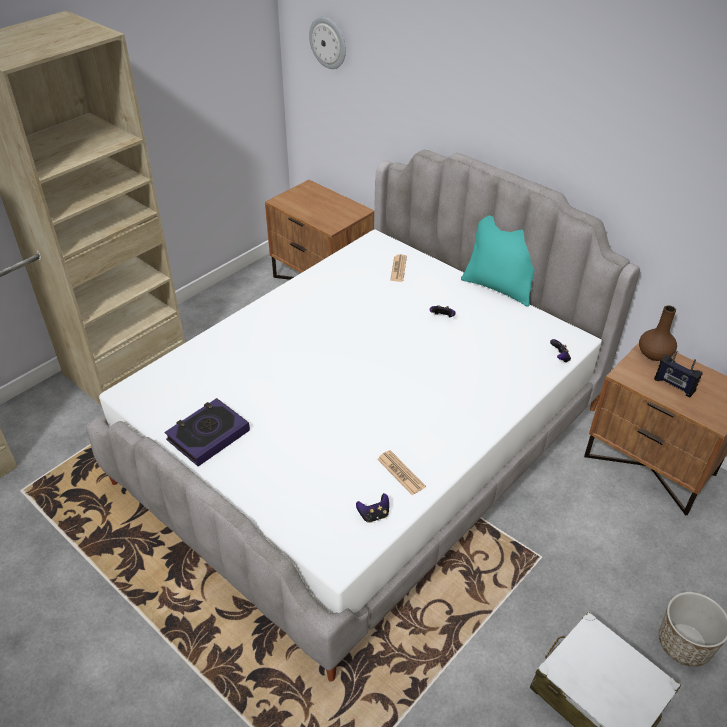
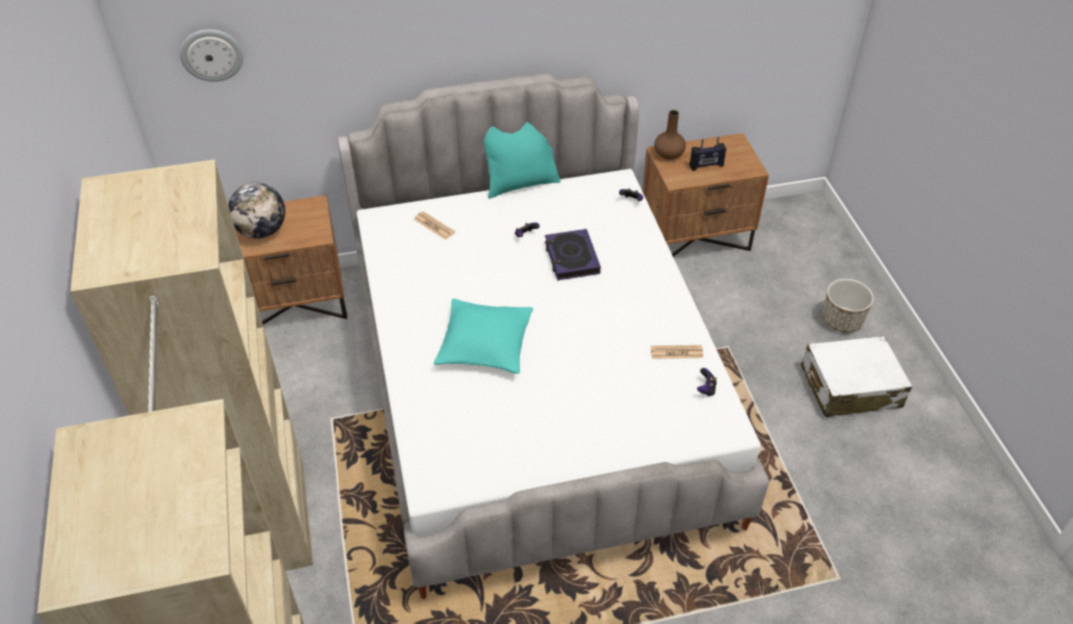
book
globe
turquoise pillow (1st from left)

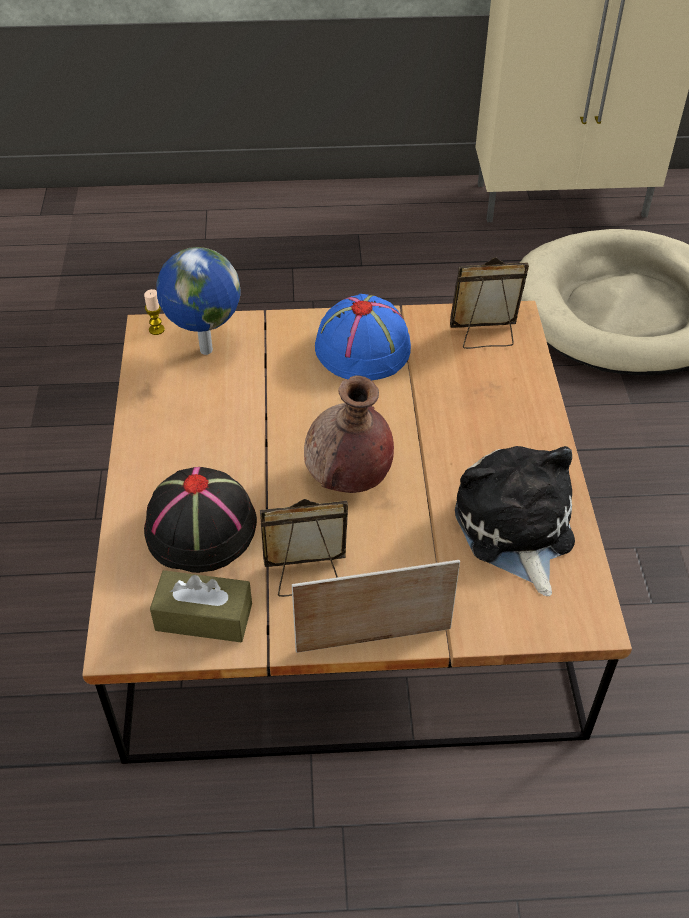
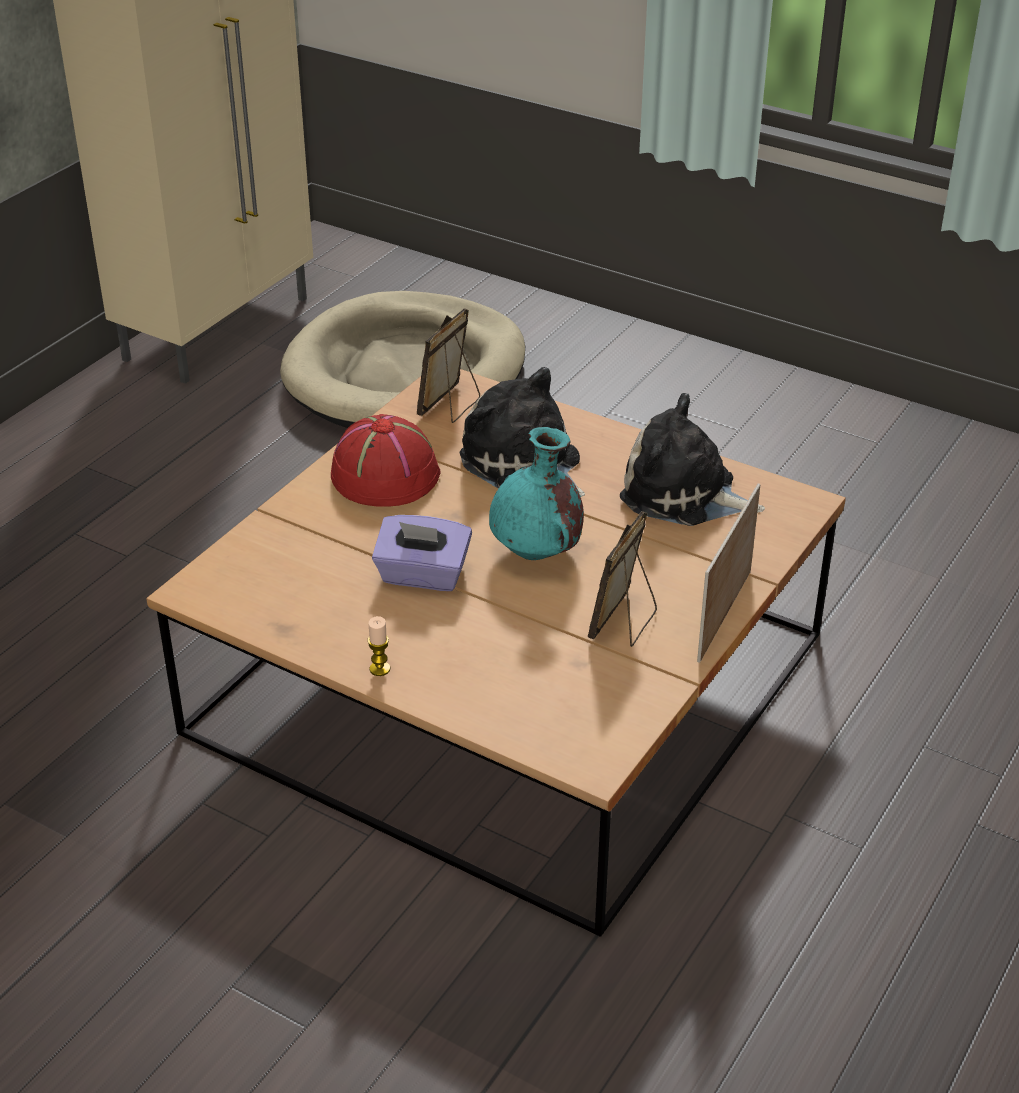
globe
candle
red hat
turquoise vase
black hat
brown tissue box
plush toy (1st from left)
purple tissue box

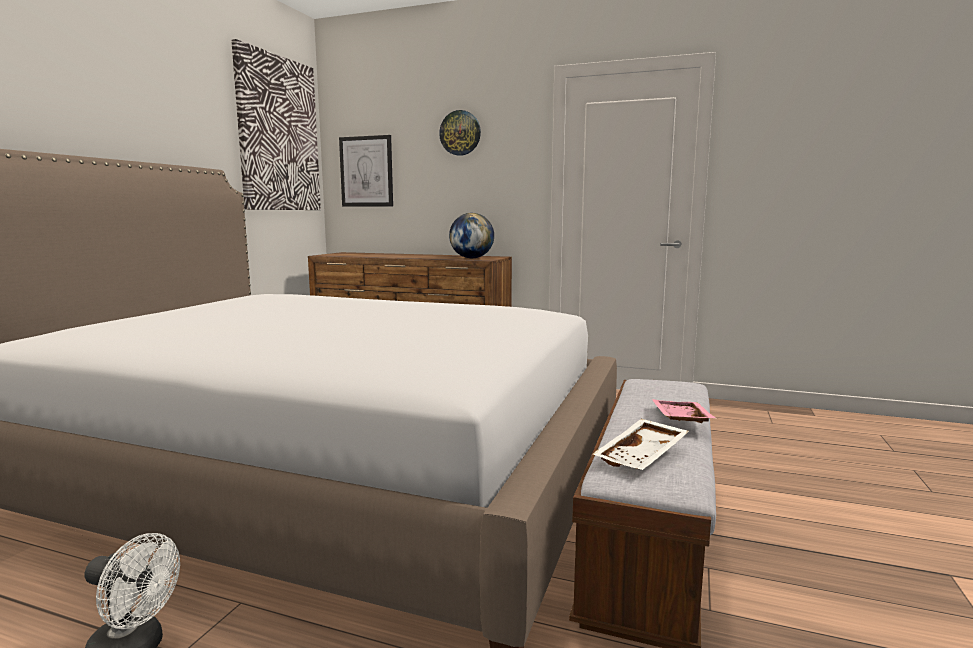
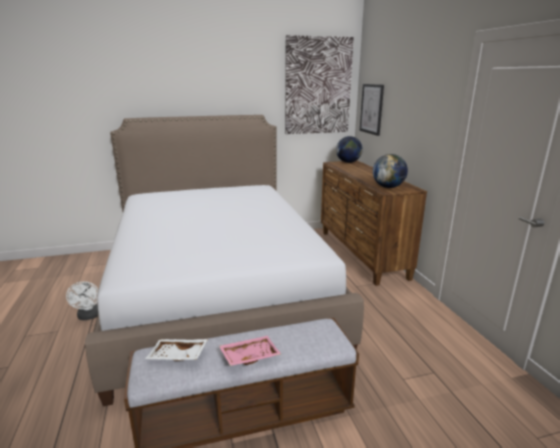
wall clock
globe (1st from left)

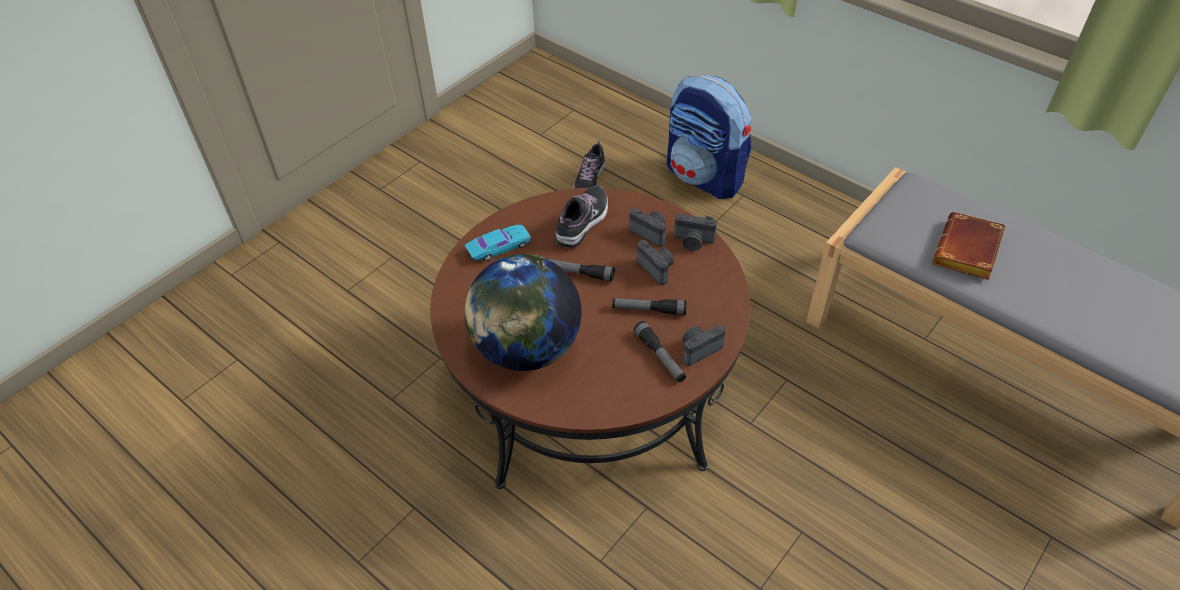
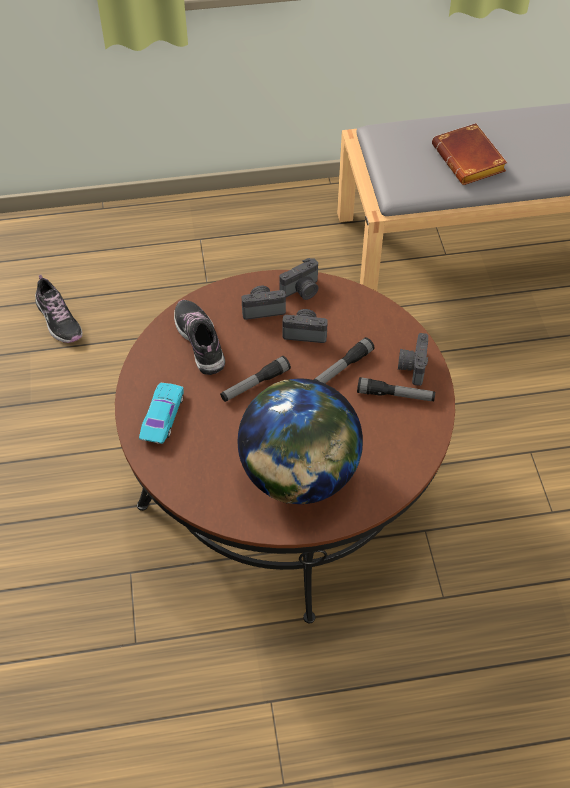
backpack

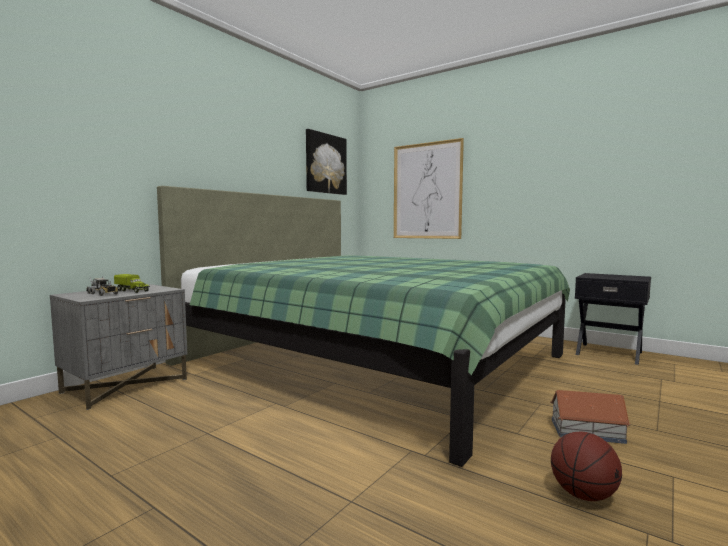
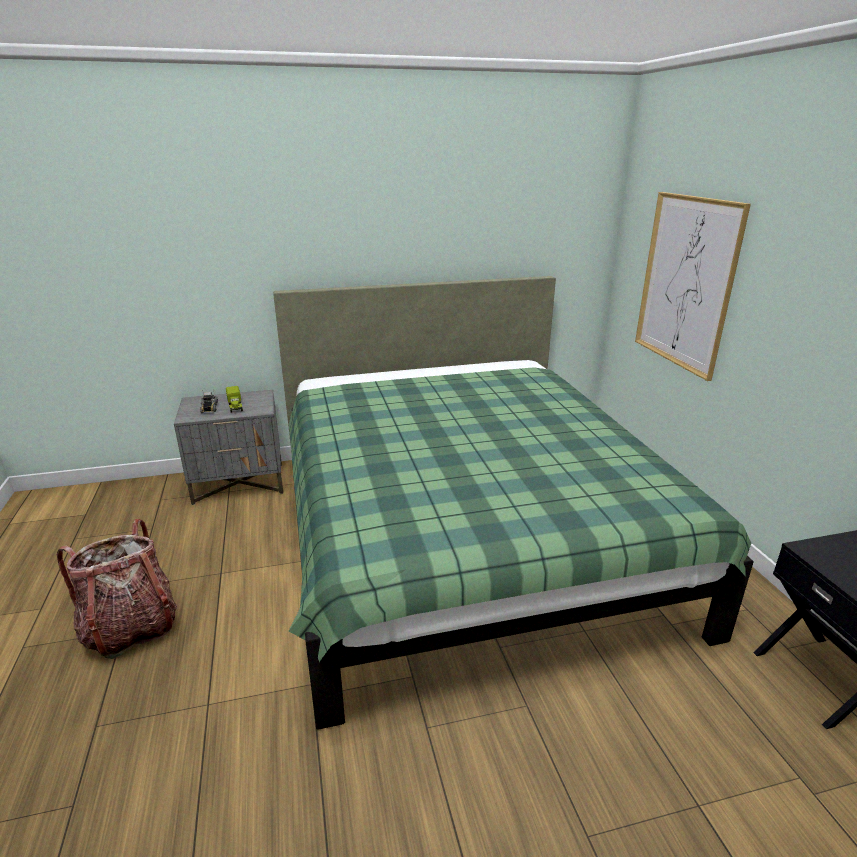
picture (1st from left in the first image)
toy house
basketball
backpack

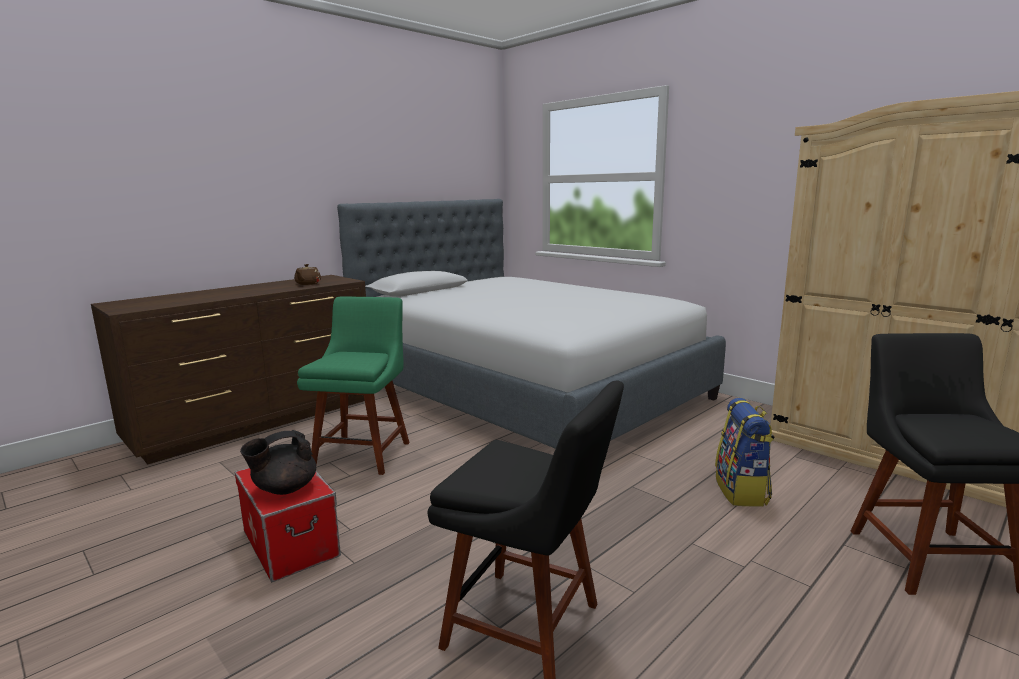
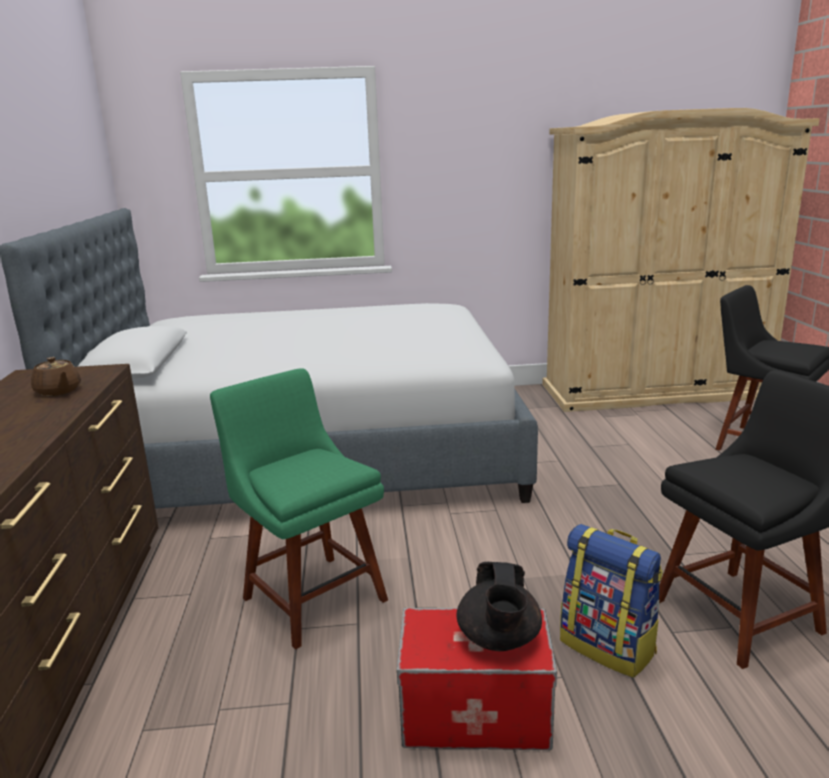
backpack

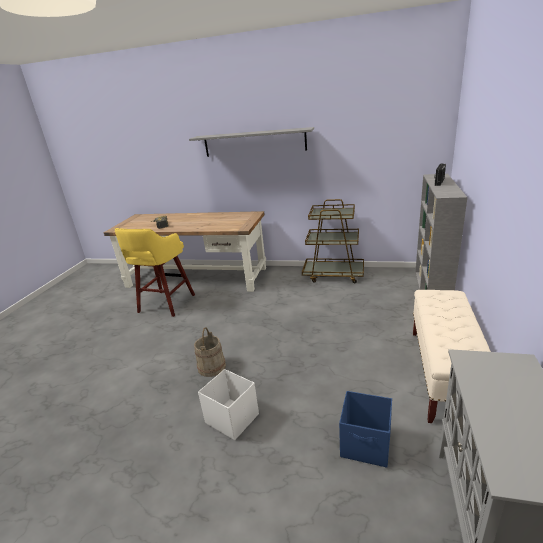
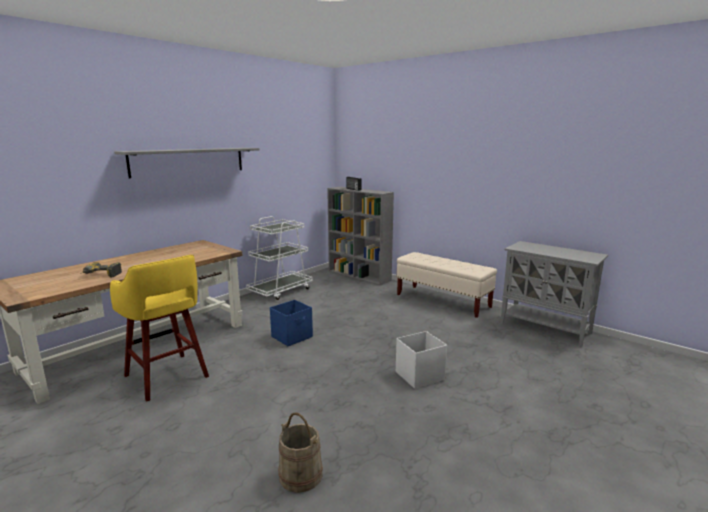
white cart
beige bucket
blue storage box

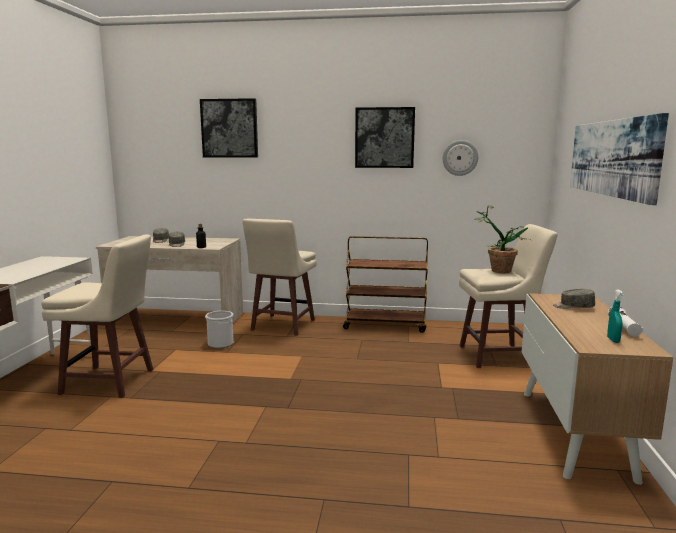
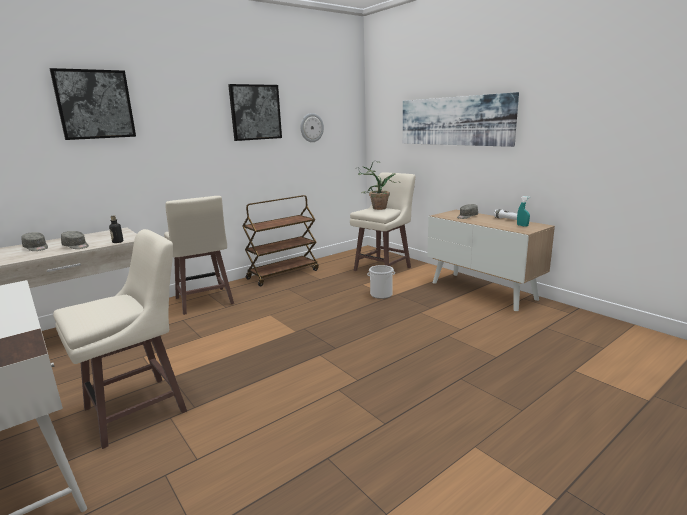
bucket

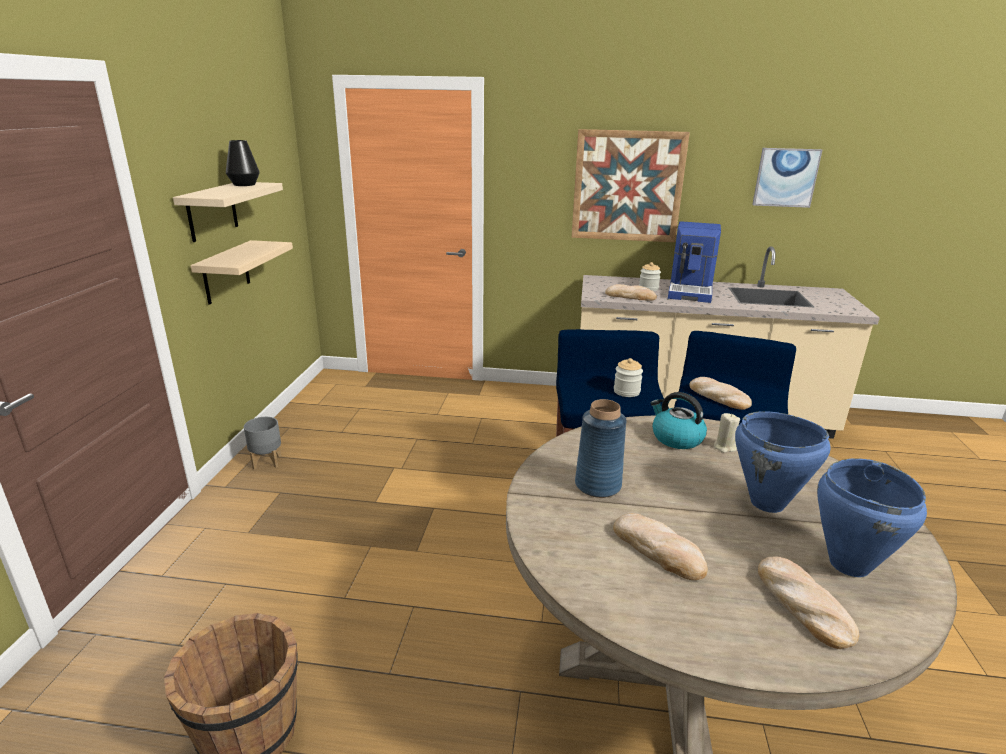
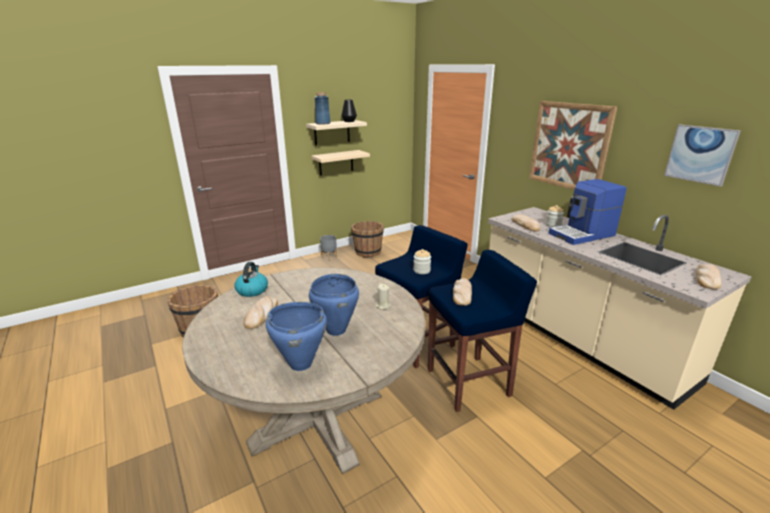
kettle
blue vase
bread (4th from left)
brown bucket (2nd from left)

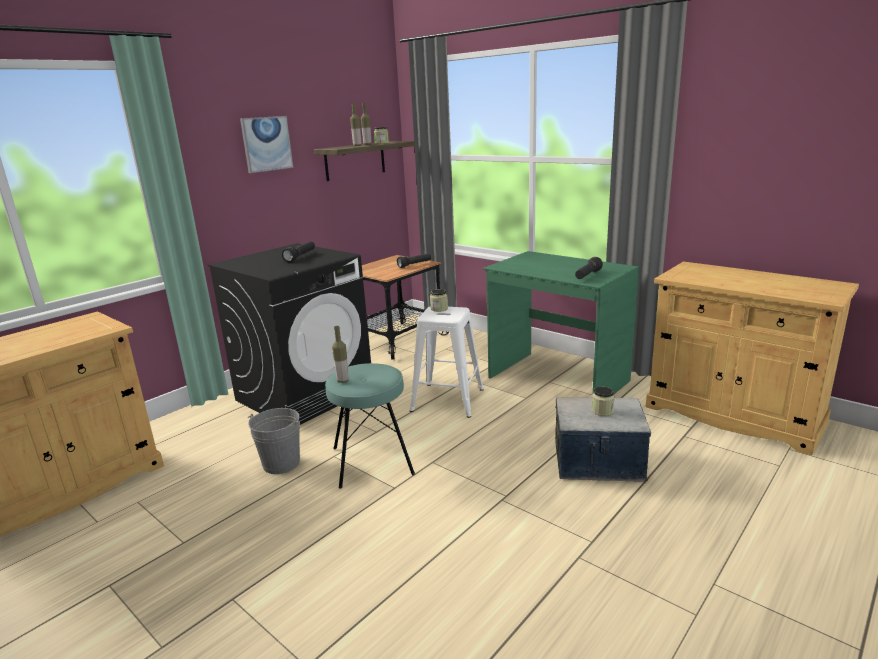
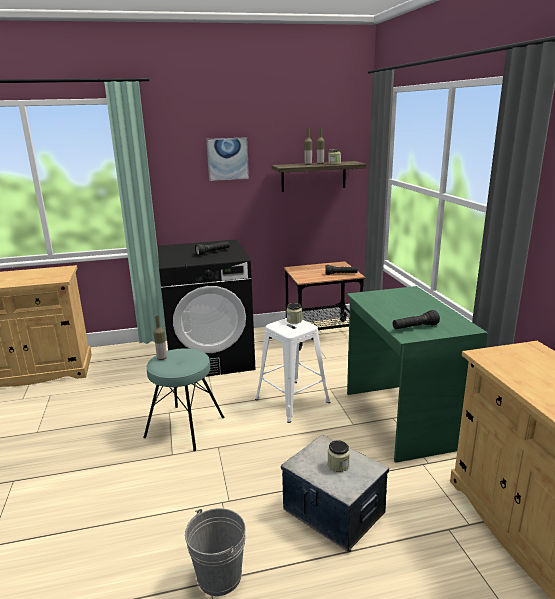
grey bucket

